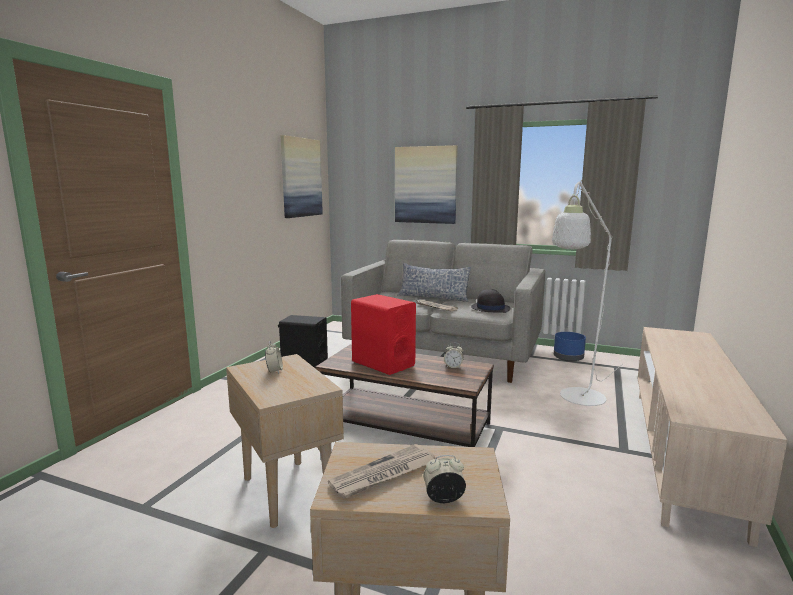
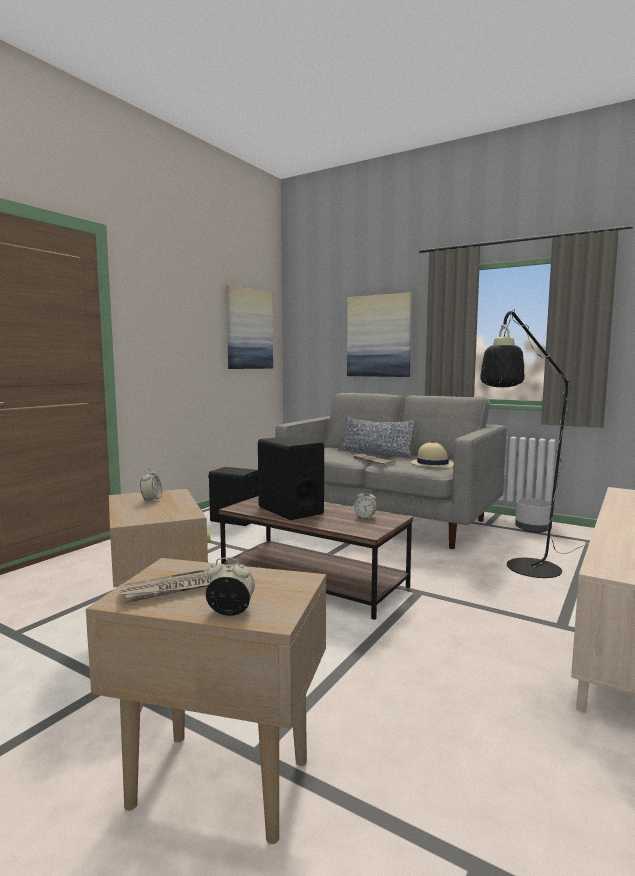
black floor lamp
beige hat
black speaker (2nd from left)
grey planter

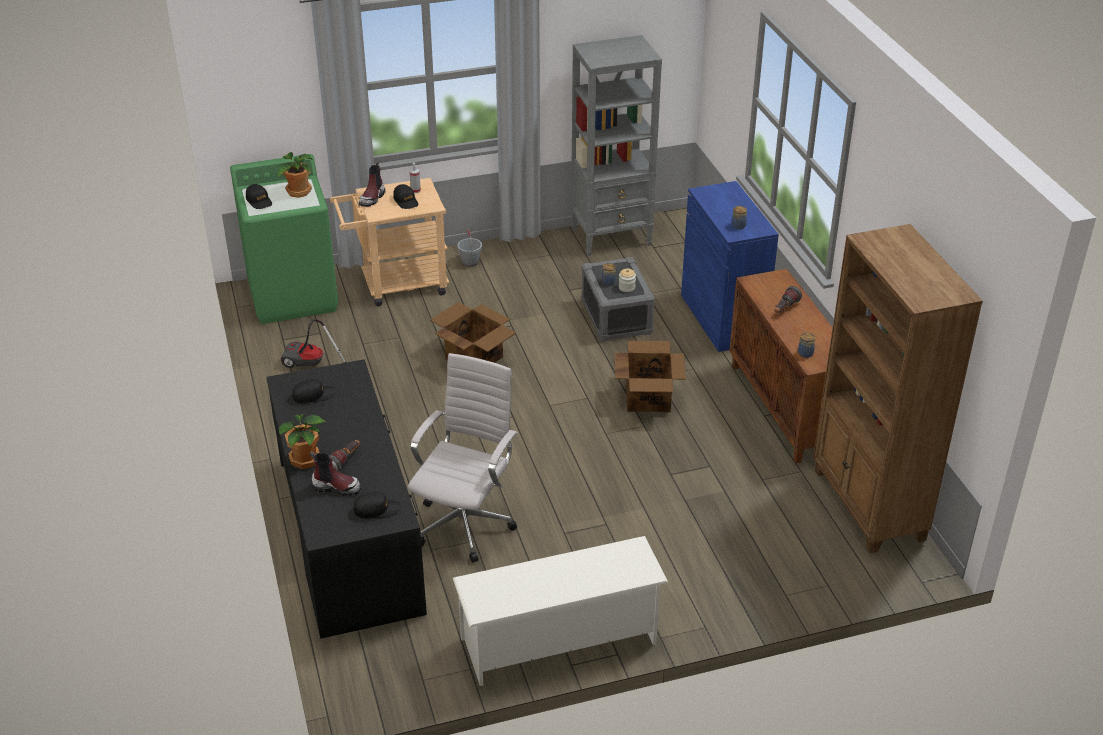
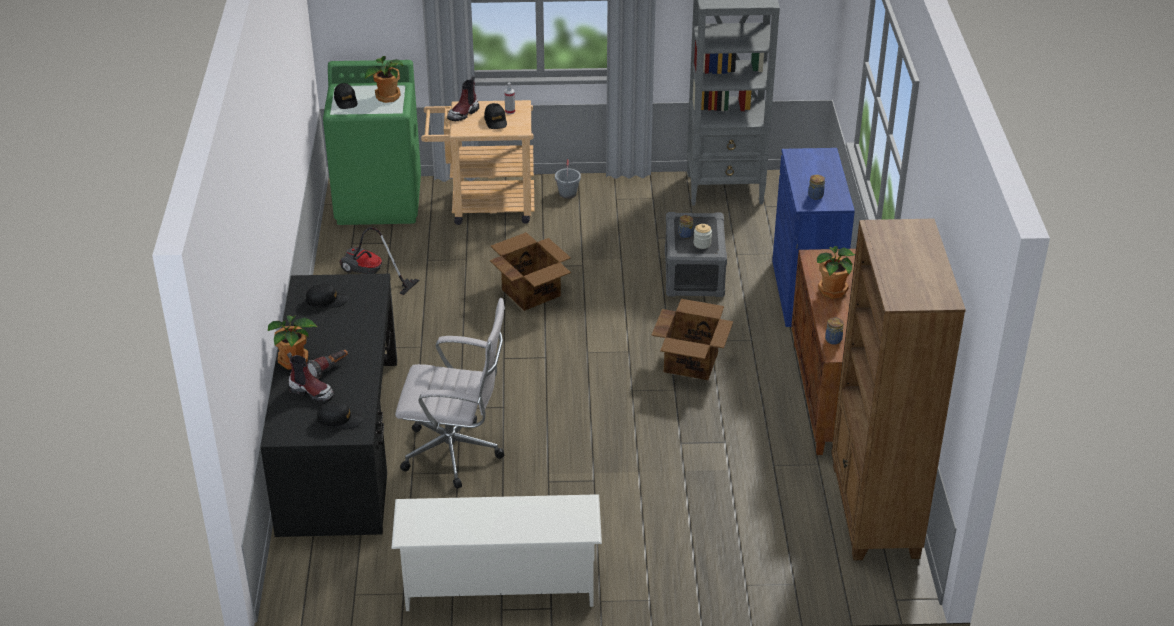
potted plant (3rd from left)
white office chair

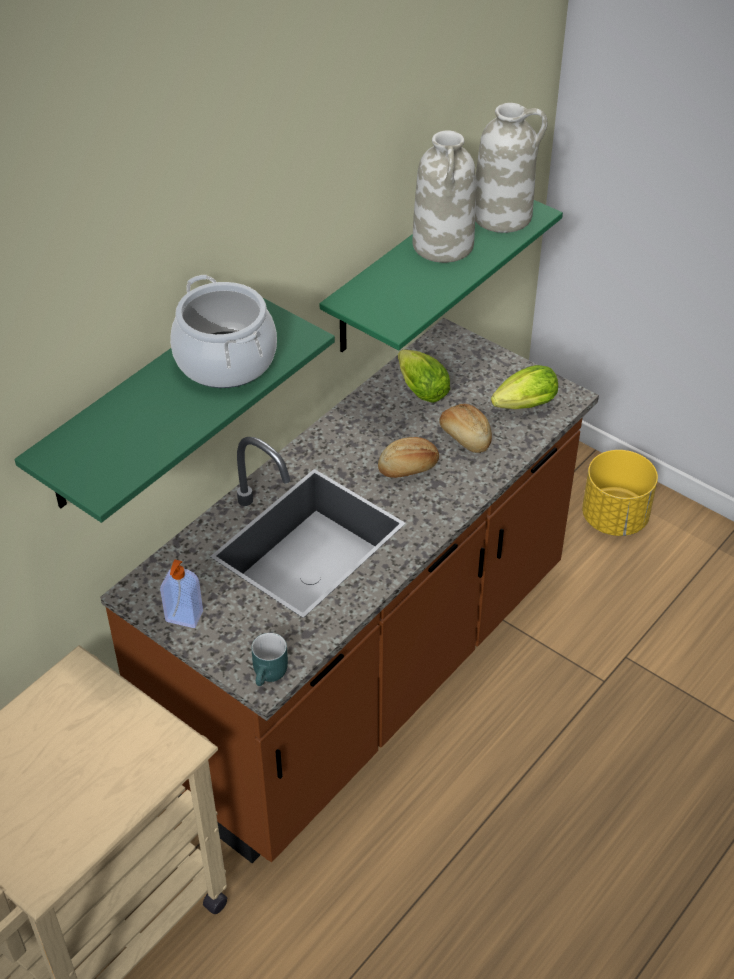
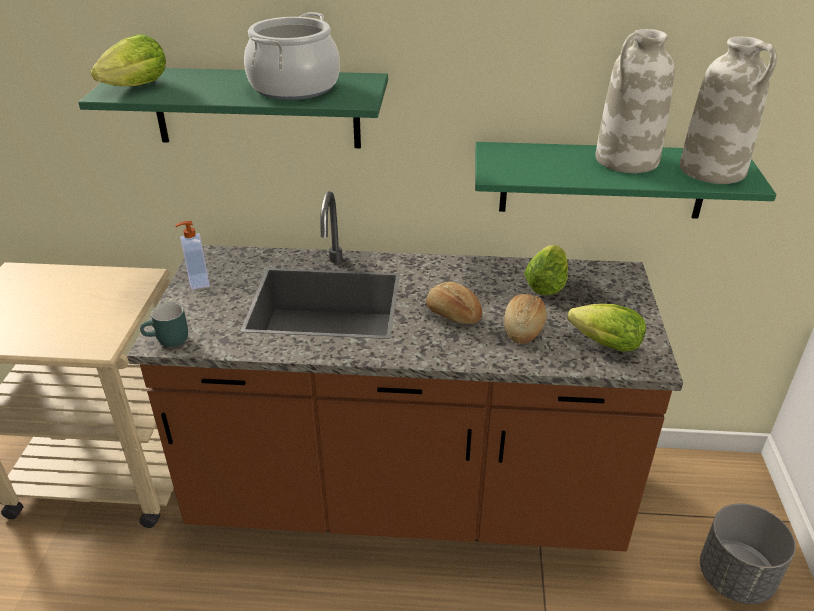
grey planter
lettuce (1st from left)

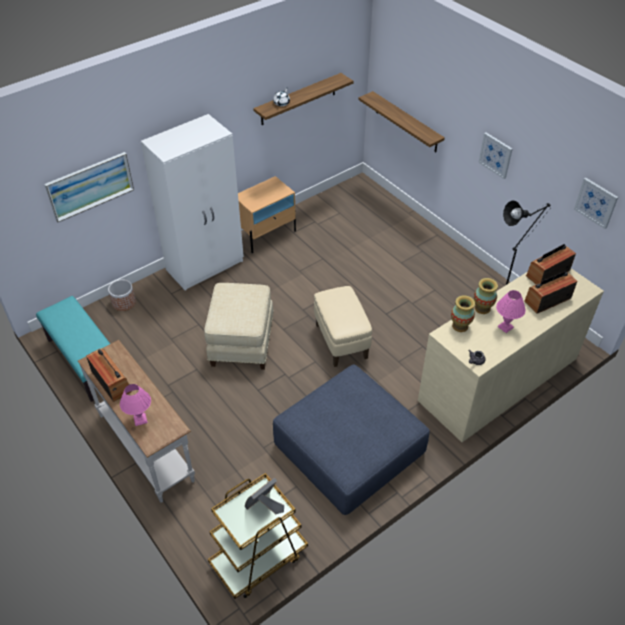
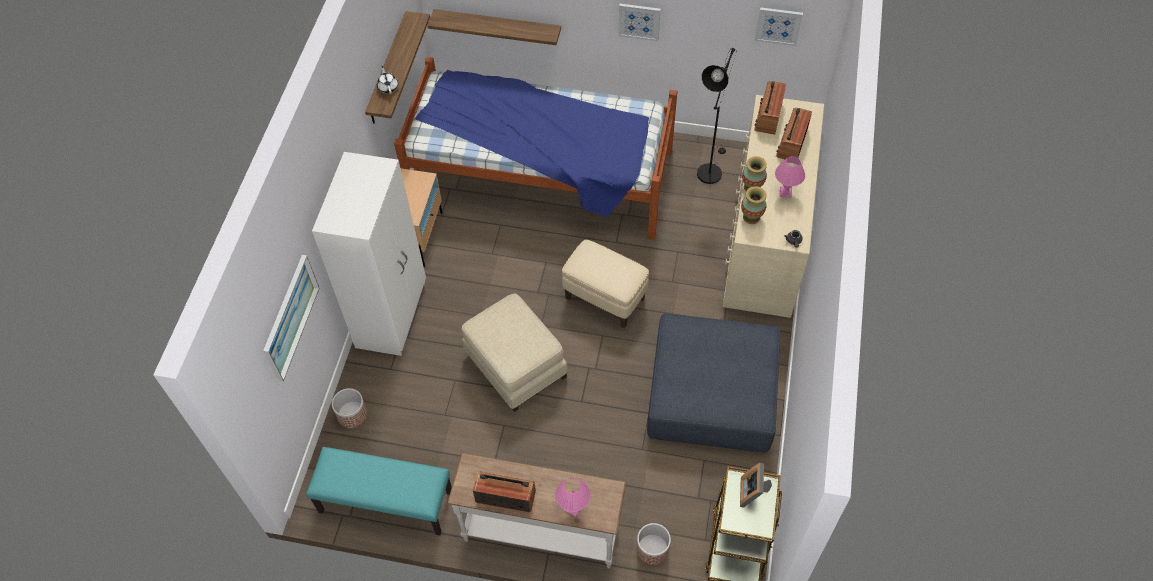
bed
planter (2nd from left)

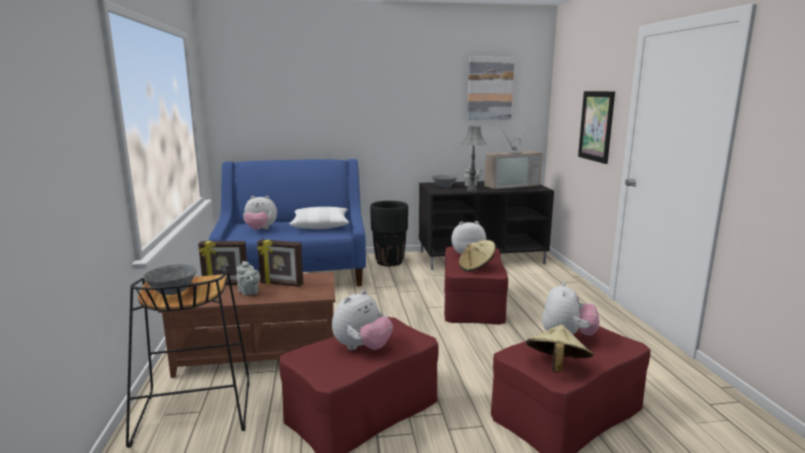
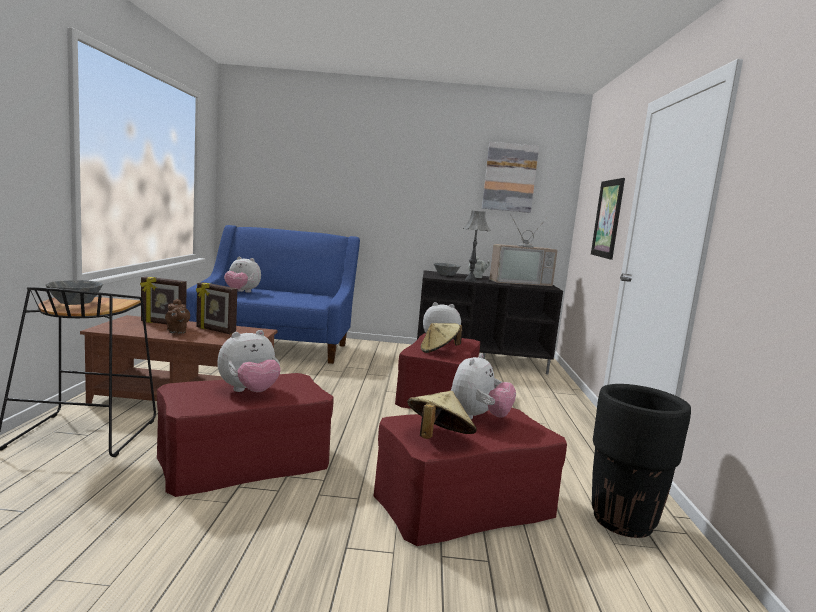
black planter
white pillow
brown teapot

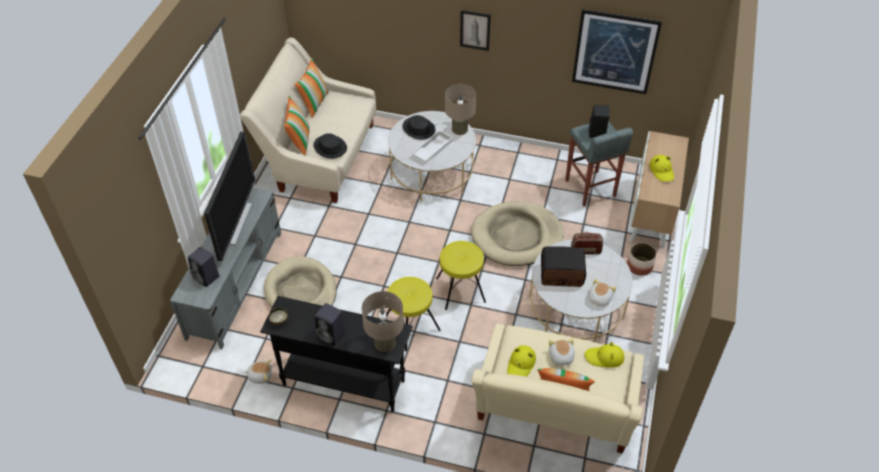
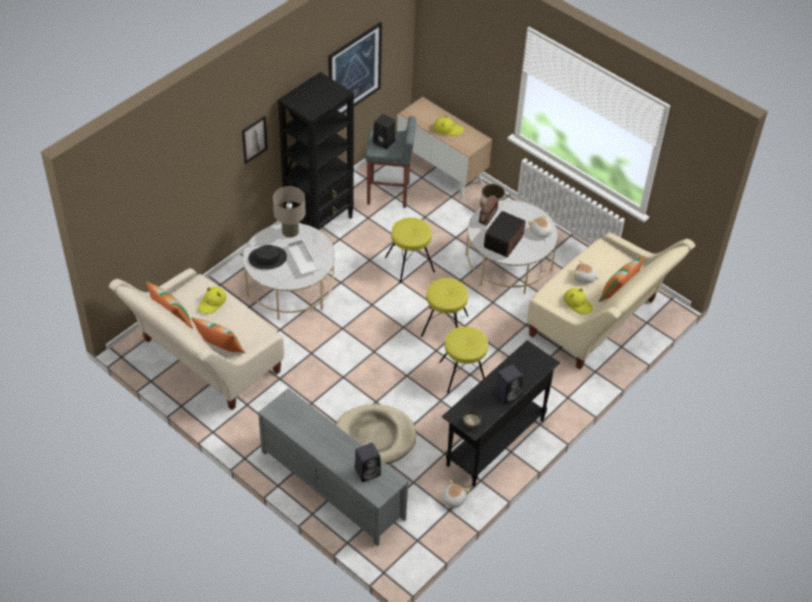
television
black hat (1st from left in the first image)
yellow stool (1st from left)
beige table lamp (1st from left in the first image)
yellow hat (1st from left)
black bookcase

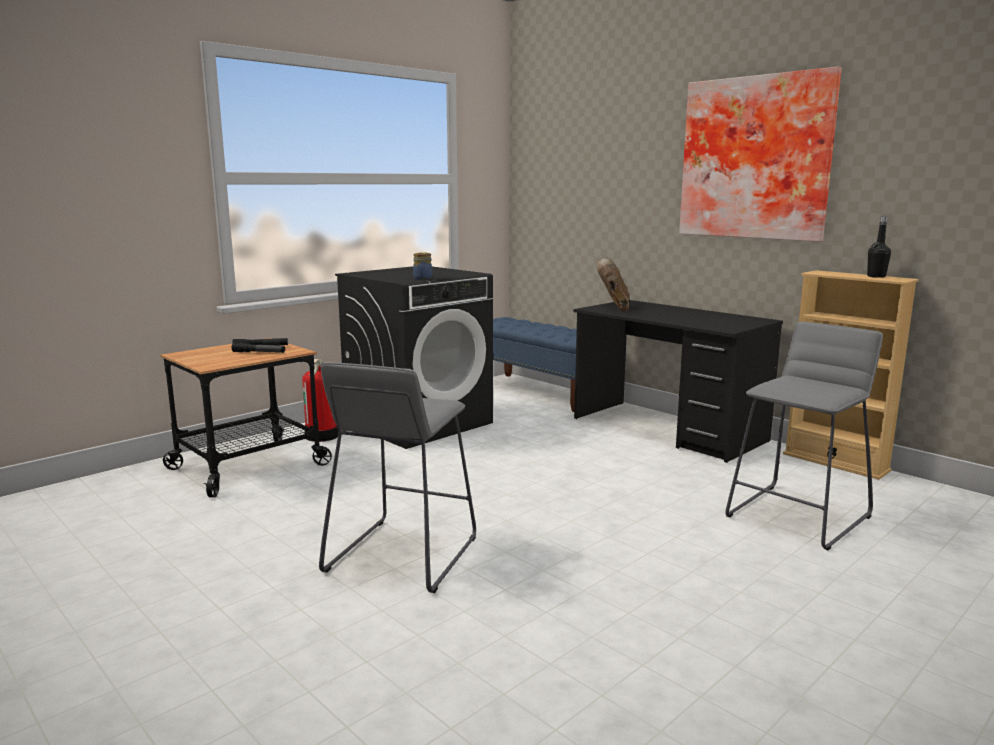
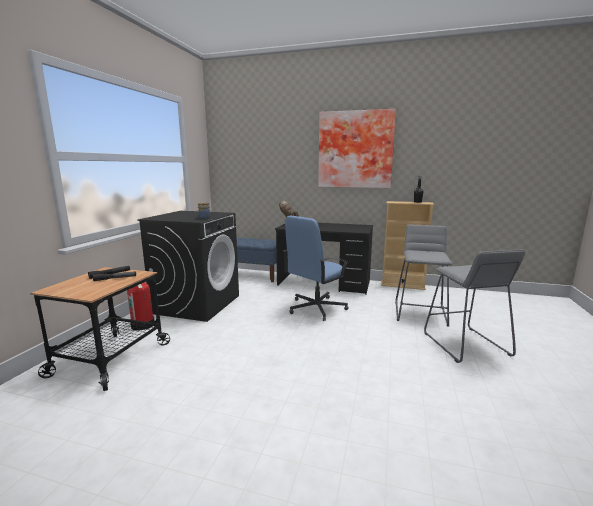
grey stool (2nd from left)
blue office chair

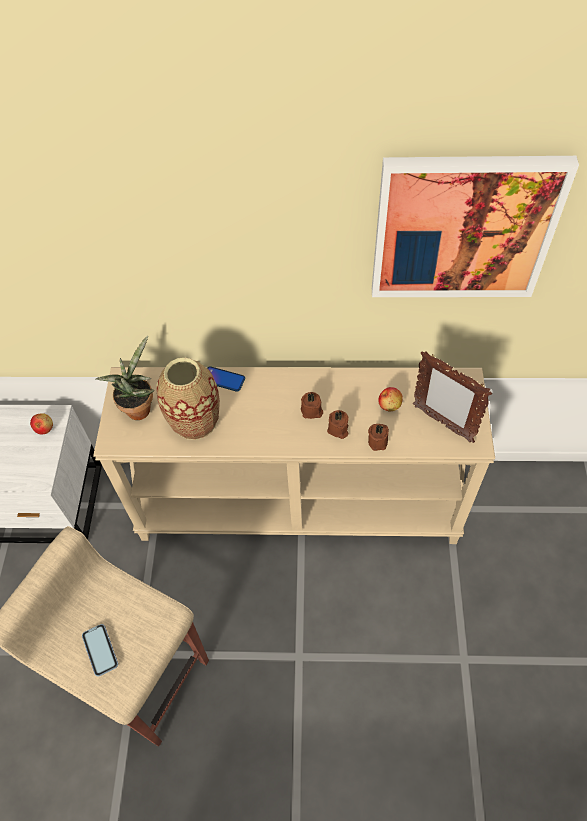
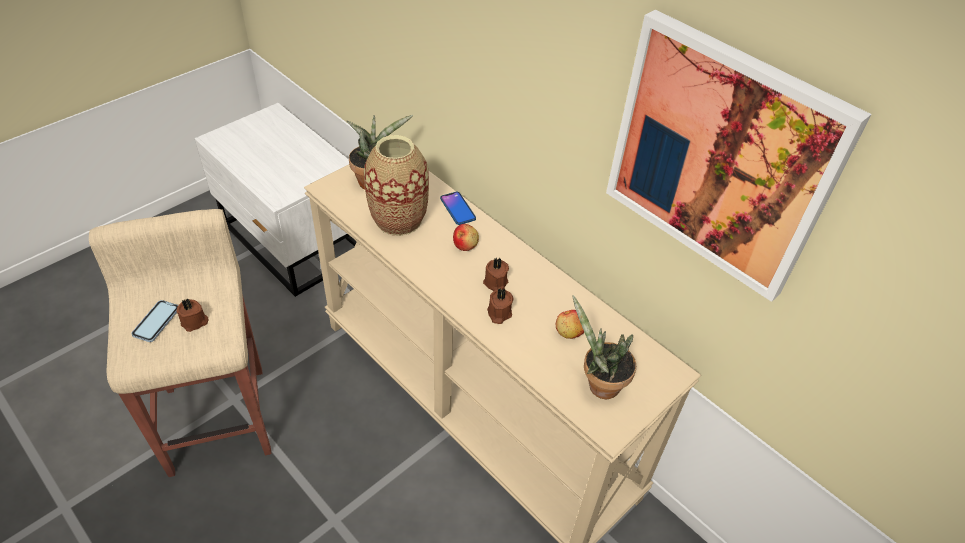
potted plant (2nd from left)
apple (1st from left)
brown candle (1st from left)

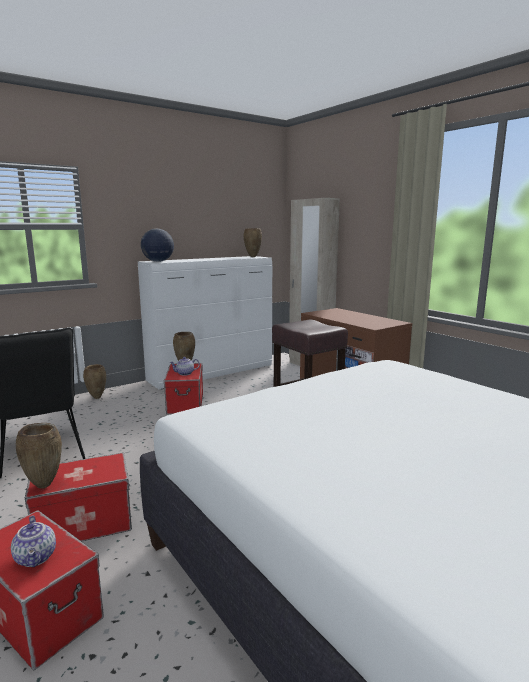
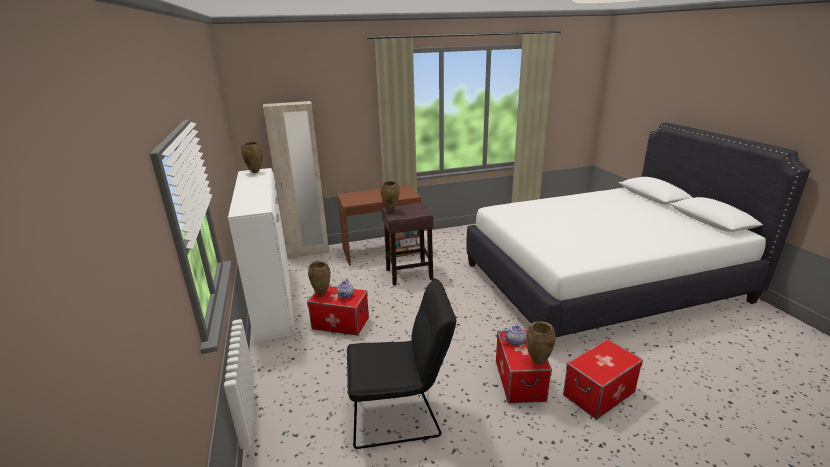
globe
brown vase (3rd from left)
teapot (2nd from left)

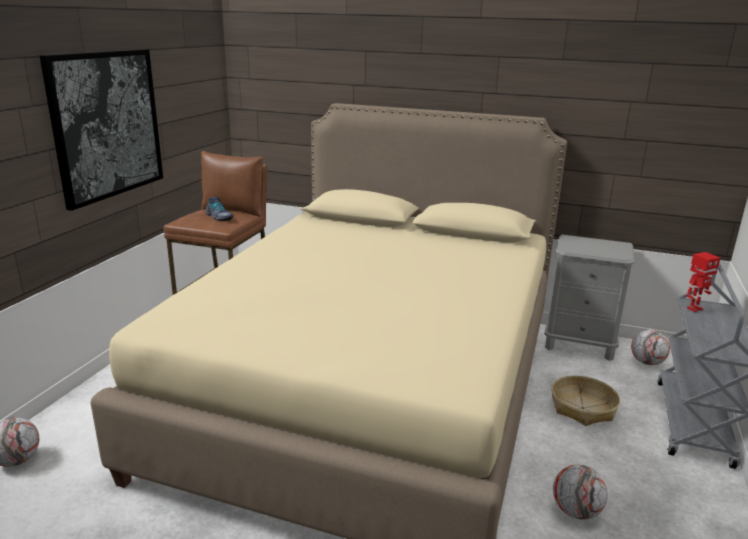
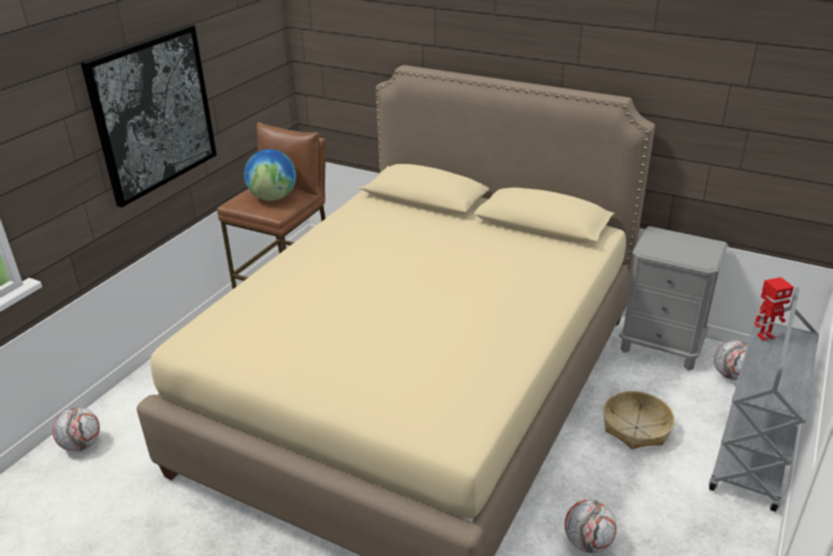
globe

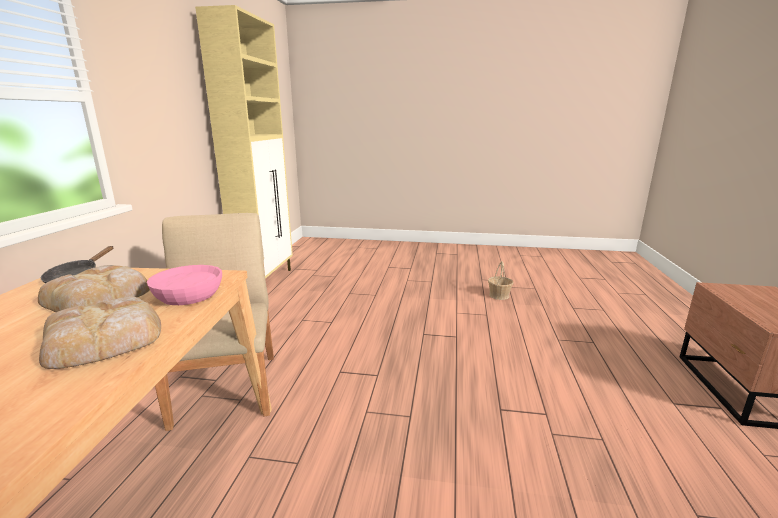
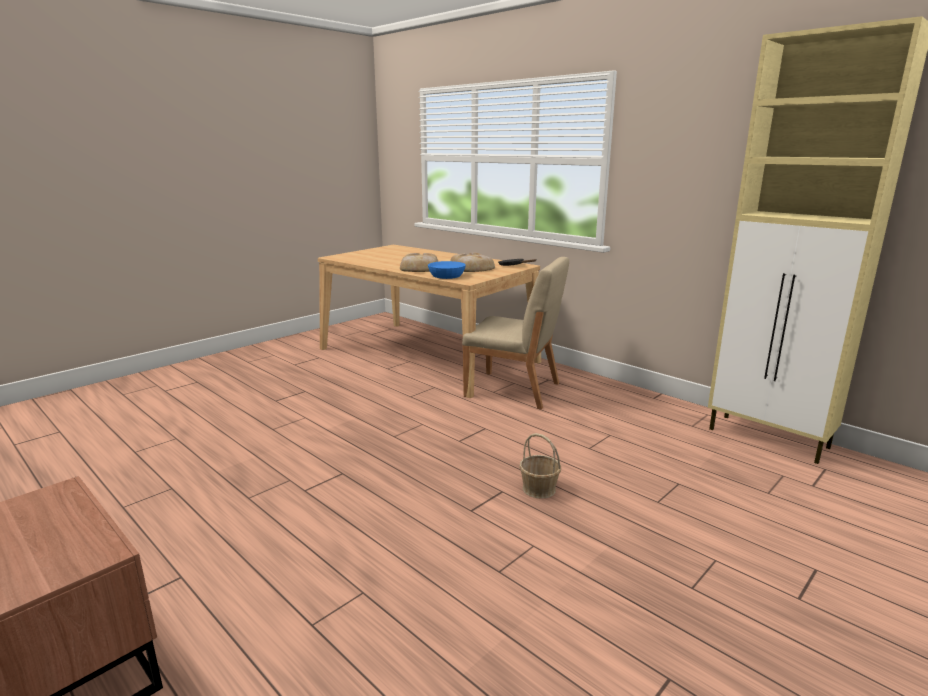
basket
blue bowl

